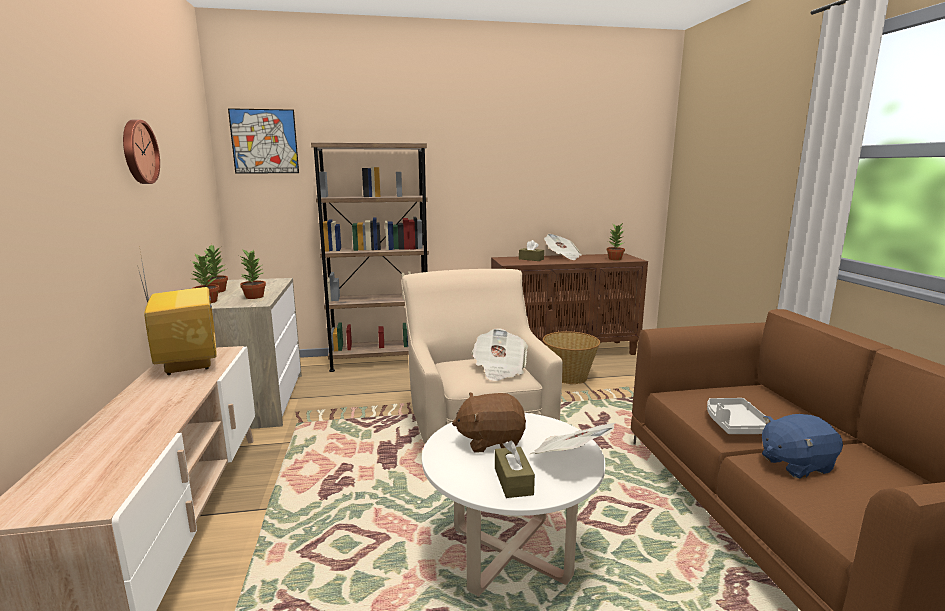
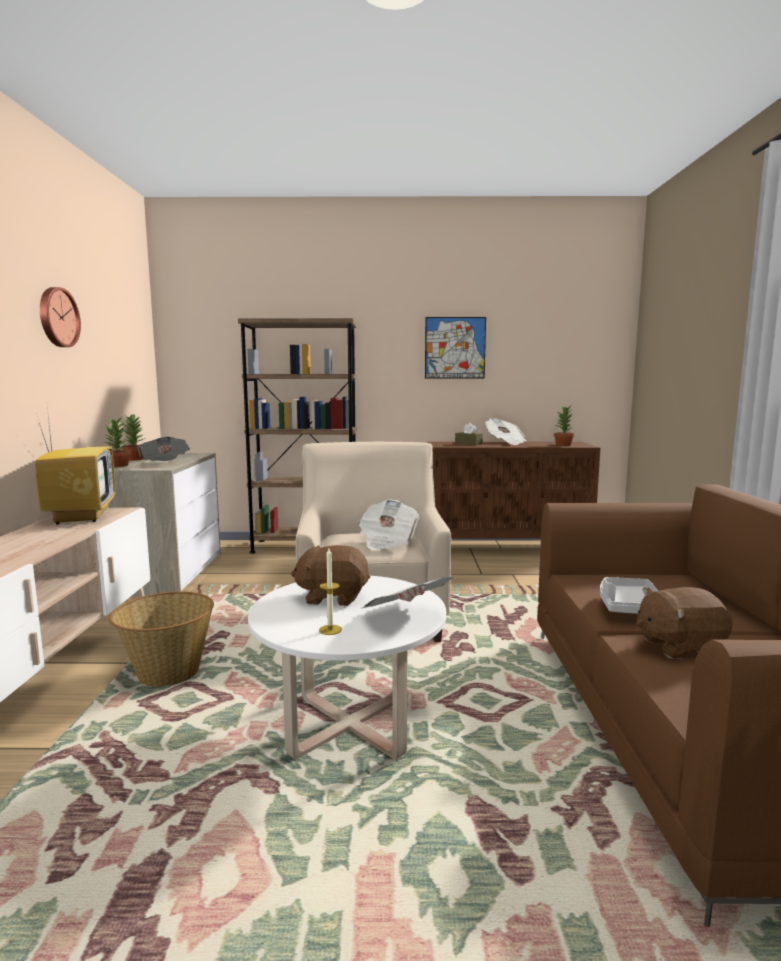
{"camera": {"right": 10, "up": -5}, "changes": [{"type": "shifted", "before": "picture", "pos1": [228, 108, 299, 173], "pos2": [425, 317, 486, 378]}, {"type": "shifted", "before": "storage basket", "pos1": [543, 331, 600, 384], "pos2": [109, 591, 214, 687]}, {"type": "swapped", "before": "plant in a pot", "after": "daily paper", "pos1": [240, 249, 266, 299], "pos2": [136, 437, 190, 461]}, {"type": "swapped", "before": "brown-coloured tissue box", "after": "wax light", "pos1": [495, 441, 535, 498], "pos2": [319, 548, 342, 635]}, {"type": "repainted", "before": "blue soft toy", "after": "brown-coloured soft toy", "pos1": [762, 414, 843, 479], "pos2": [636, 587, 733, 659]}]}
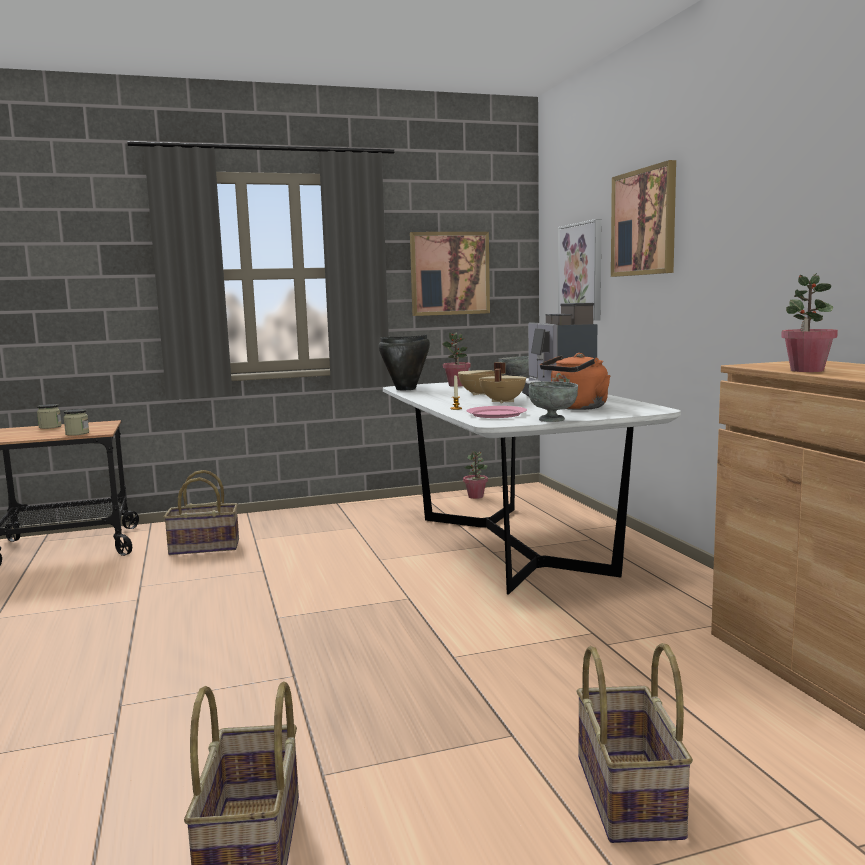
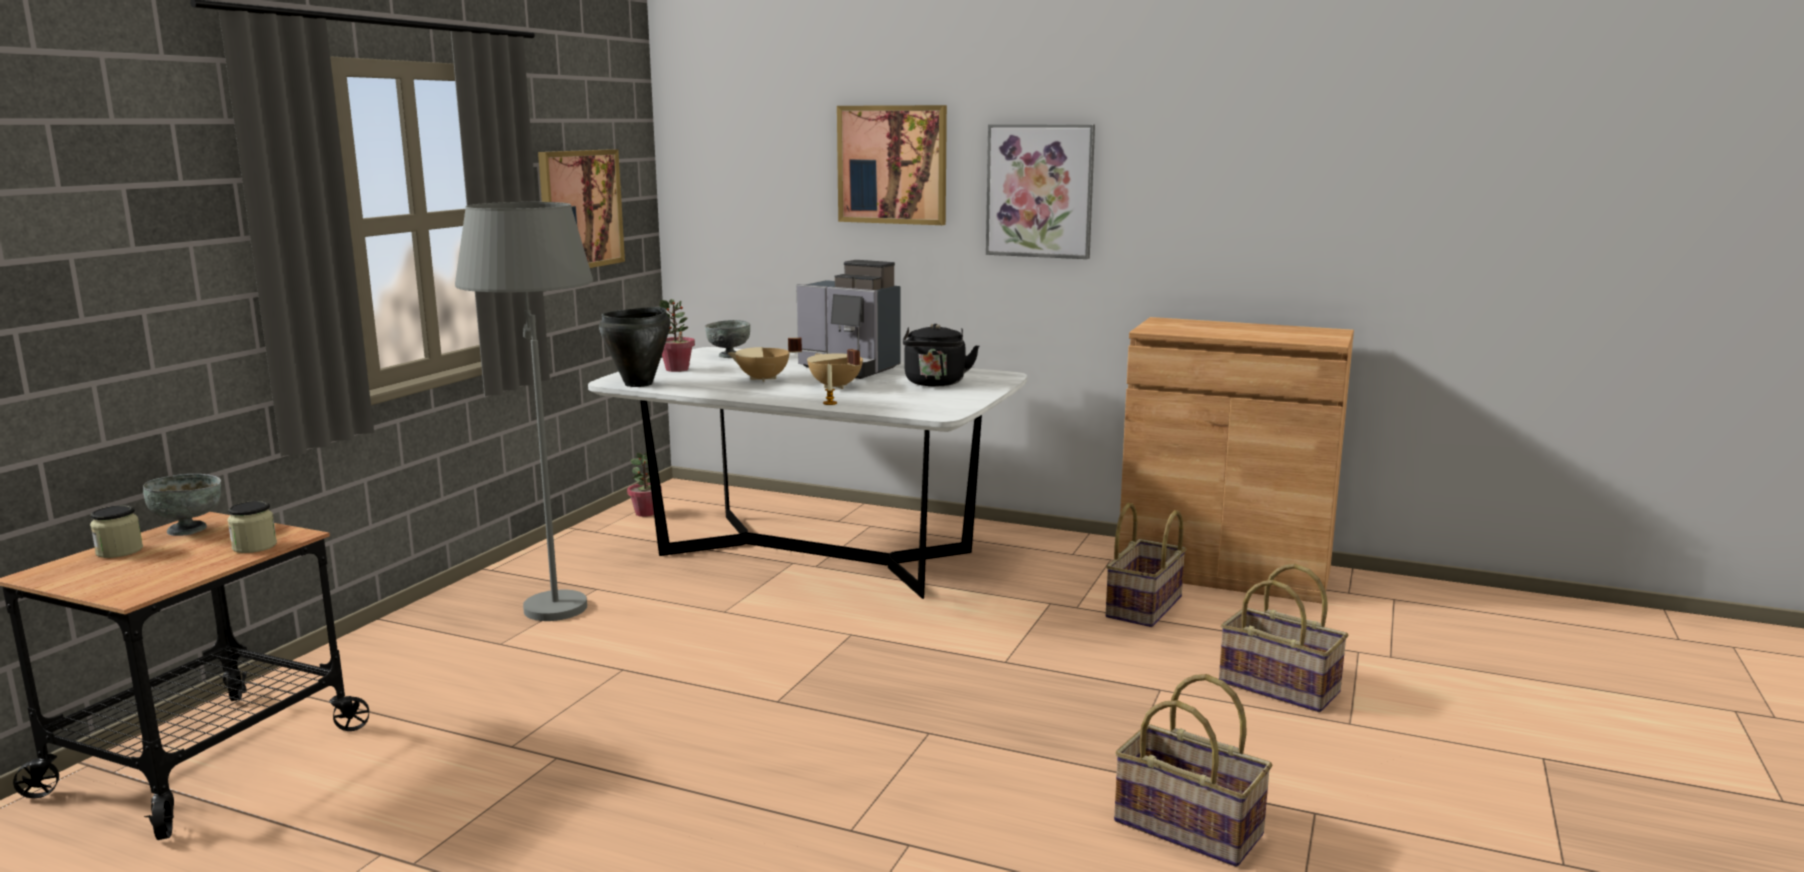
{"camera": {"right": -50, "up": 5}, "changes": [{"type": "gone", "before": "pink plate", "pos1": [467, 406, 527, 418]}, {"type": "gone", "before": "plant in a pot", "pos1": [781, 273, 838, 372]}, {"type": "new", "after": "greyish standard lamp", "pos2": [455, 202, 593, 621]}, {"type": "shifted", "before": "storage basket", "pos1": [164, 470, 239, 555], "pos2": [1106, 503, 1186, 627]}, {"type": "shifted", "before": "greyish bowl", "pos1": [529, 381, 578, 422], "pos2": [143, 474, 221, 536]}, {"type": "shifted", "before": "picture", "pos1": [558, 219, 601, 321], "pos2": [986, 124, 1095, 259]}, {"type": "repainted", "before": "orange water kettle", "after": "black-coloured water kettle", "pos1": [540, 353, 611, 410], "pos2": [903, 324, 979, 386]}]}
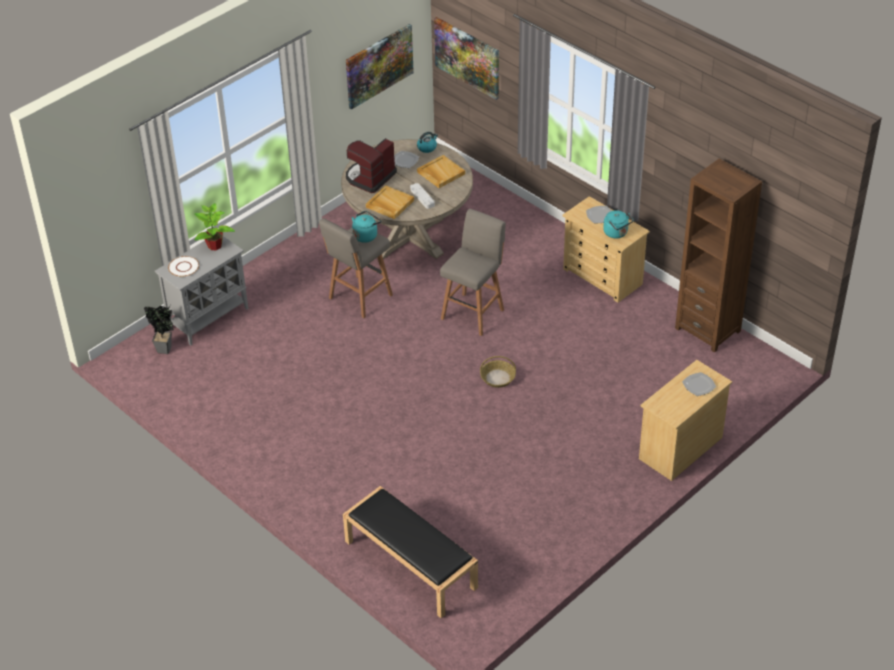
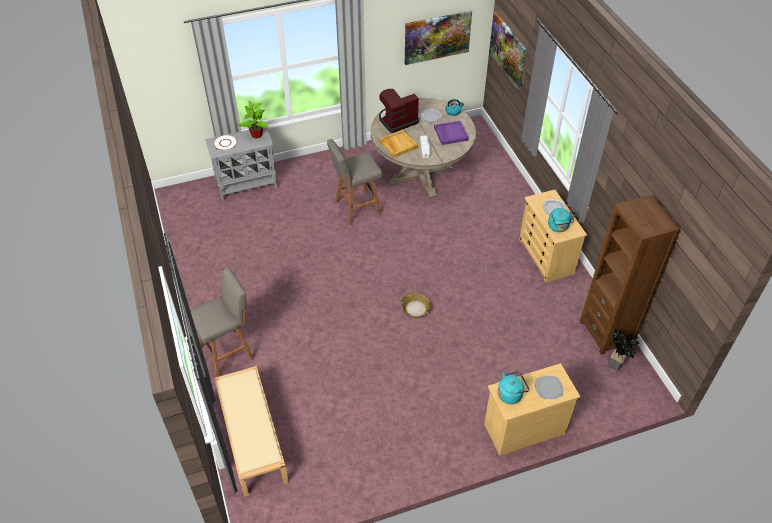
{"camera": {"right": 25, "up": 5}, "changes": [{"type": "shifted", "before": "plant in a pot", "pos1": [144, 306, 174, 354], "pos2": [608, 329, 639, 371]}, {"type": "shifted", "before": "turquoise water kettle", "pos1": [352, 211, 382, 243], "pos2": [498, 371, 530, 404]}, {"type": "shifted", "before": "greyish stool seat", "pos1": [440, 209, 506, 336], "pos2": [190, 268, 254, 377]}, {"type": "repainted", "before": "black-coloured indoor bench", "after": "sand-coloured indoor bench", "pos1": [343, 486, 478, 618], "pos2": [214, 366, 289, 497]}, {"type": "repainted", "before": "sand-coloured serving tray", "after": "purplish serving tray", "pos1": [417, 155, 465, 188], "pos2": [434, 121, 469, 145]}]}
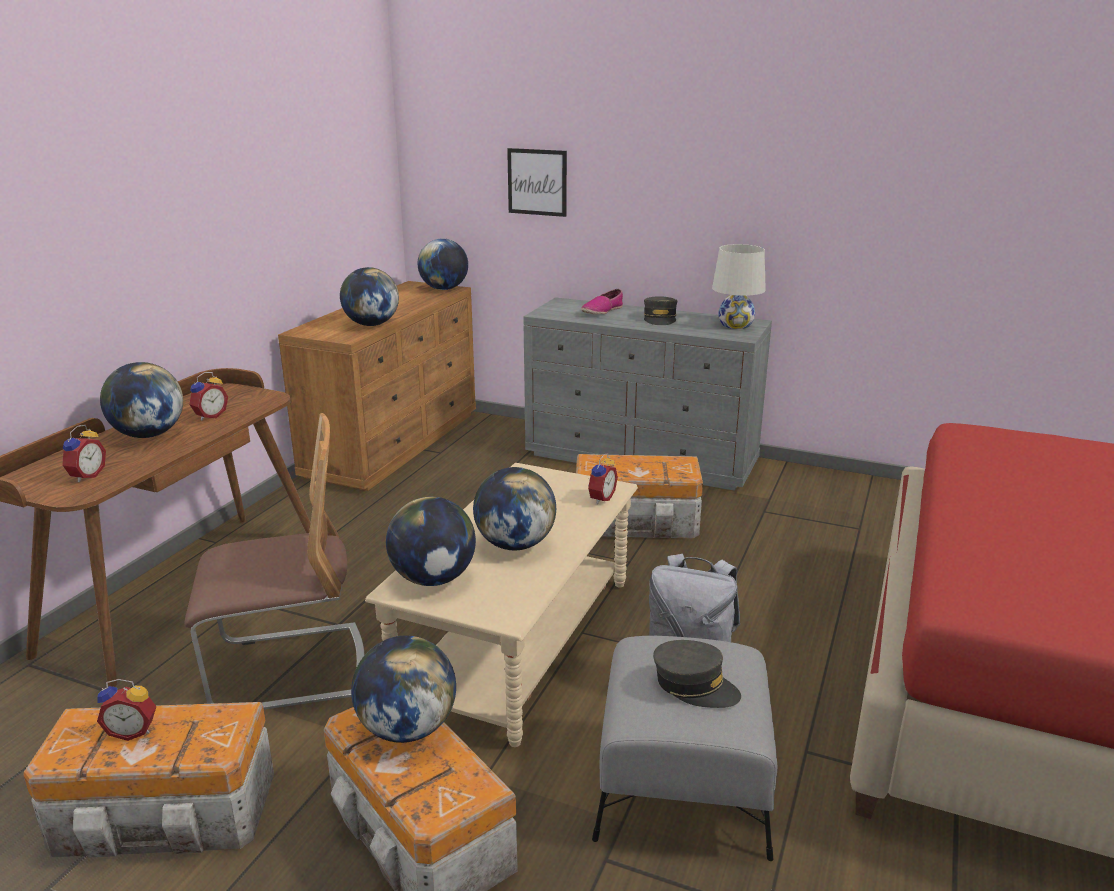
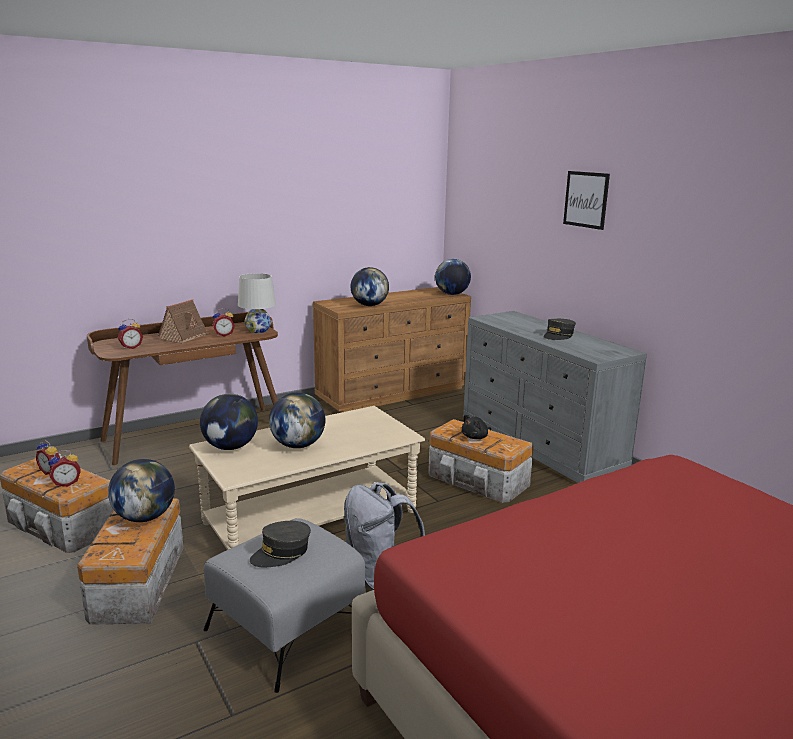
{"camera": {"right": 35, "up": -5}, "changes": [{"type": "gone", "before": "upright chair", "pos1": [185, 413, 365, 710]}, {"type": "gone", "before": "low shoe", "pos1": [581, 289, 623, 314]}, {"type": "new", "after": "black-coloured soft toy", "pos2": [461, 414, 491, 439]}, {"type": "shifted", "before": "picture", "pos1": [507, 148, 567, 217], "pos2": [563, 171, 610, 230]}, {"type": "shifted", "before": "table clock", "pos1": [588, 453, 618, 504], "pos2": [49, 450, 81, 487]}, {"type": "shifted", "before": "white lamp for a table", "pos1": [712, 244, 766, 329], "pos2": [238, 273, 276, 333]}, {"type": "swapped", "before": "desk globe", "after": "miniature house", "pos1": [100, 362, 183, 438], "pos2": [158, 299, 210, 343]}, {"type": "rotated", "before": "greyish baseball cap", "pos1": [653, 640, 741, 708], "pos2": [250, 521, 311, 567], "turn": 75}]}
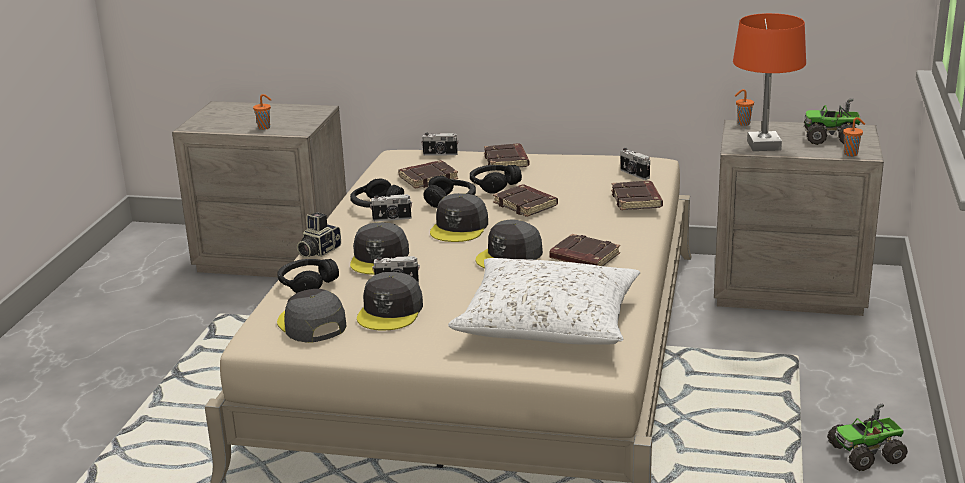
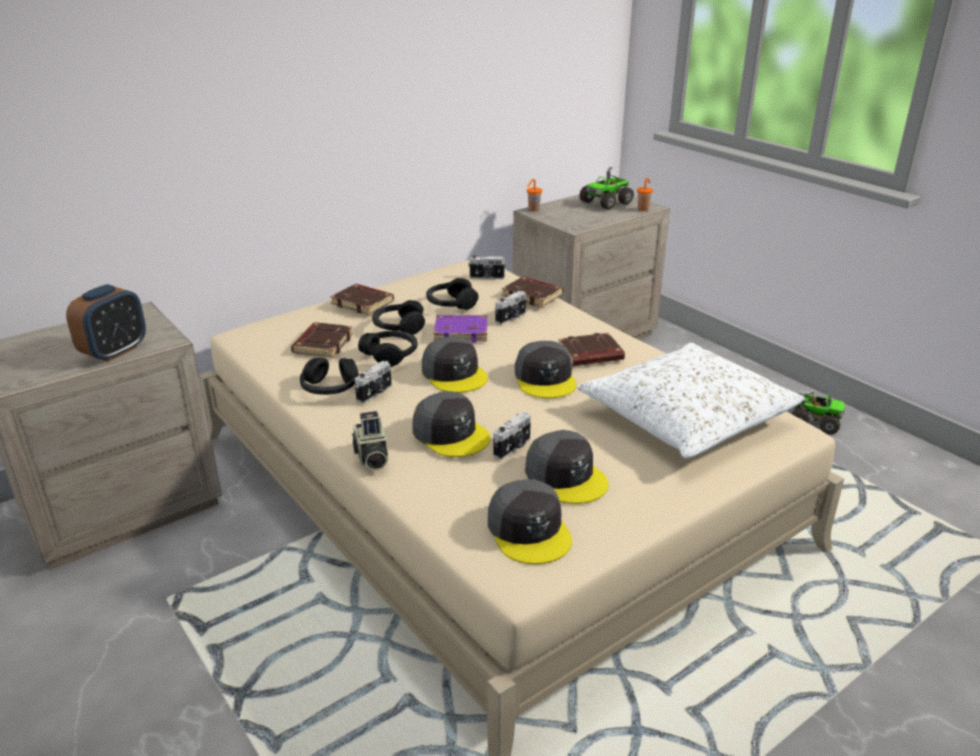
{"camera": {"right": -50, "up": 5}, "changes": [{"type": "gone", "before": "orange lamp for a table", "pos1": [733, 13, 806, 151]}, {"type": "shifted", "before": "black-coloured headphones", "pos1": [278, 259, 339, 293], "pos2": [426, 278, 479, 310]}, {"type": "shifted", "before": "still camera", "pos1": [421, 133, 458, 156], "pos2": [495, 291, 526, 325]}, {"type": "swapped", "before": "orange drinking cup", "after": "table clock", "pos1": [253, 94, 272, 130], "pos2": [66, 284, 146, 362]}, {"type": "repainted", "before": "brown-coloured book", "after": "purplish book", "pos1": [493, 184, 558, 217], "pos2": [434, 315, 488, 342]}, {"type": "rotated", "before": "greyish baseball cap", "pos1": [277, 289, 347, 343], "pos2": [488, 479, 572, 564], "turn": -120}, {"type": "rotated", "before": "toy lorry", "pos1": [827, 403, 908, 471], "pos2": [791, 391, 845, 435], "turn": -90}]}
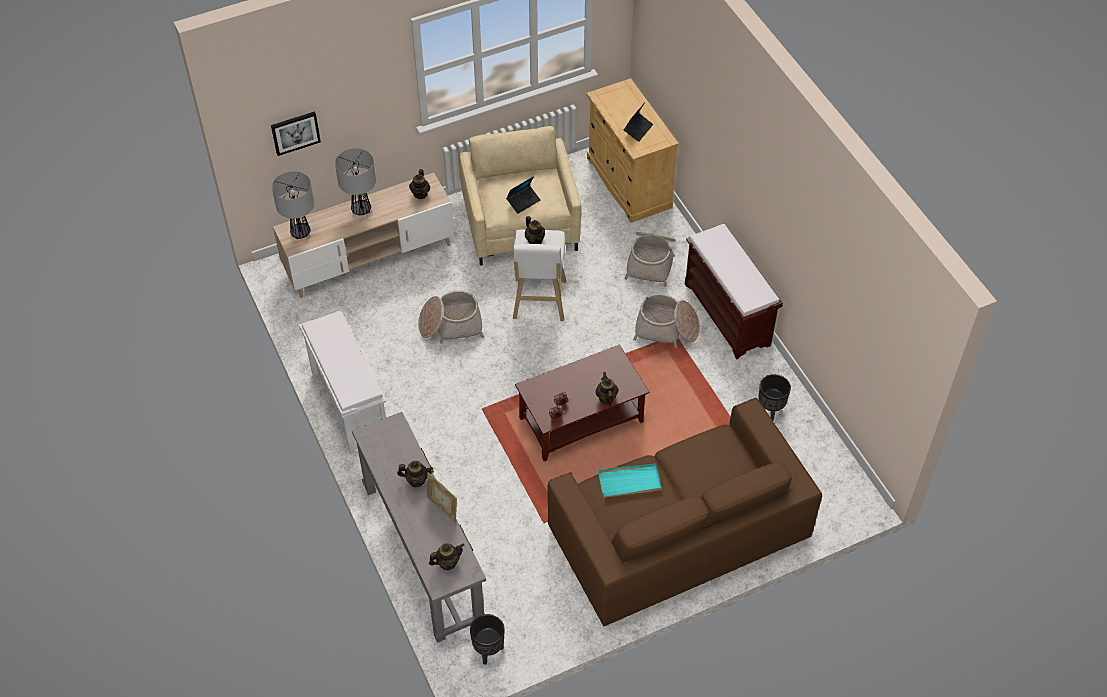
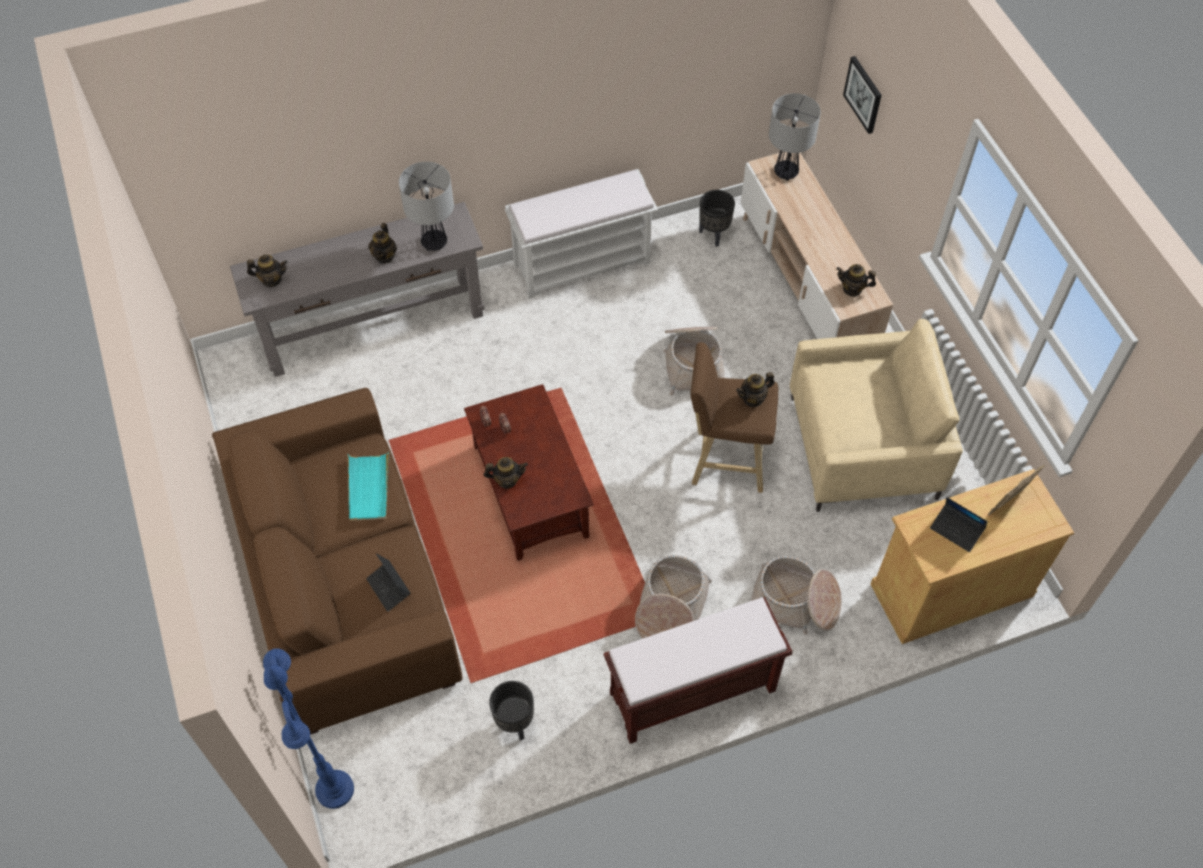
{"camera": {"right": 95, "up": 5}, "changes": [{"type": "new", "after": "blue standard lamp", "pos2": [263, 648, 354, 809]}, {"type": "shifted", "before": "lamp for a table", "pos1": [335, 148, 376, 215], "pos2": [399, 162, 454, 251]}, {"type": "shifted", "before": "picture frame", "pos1": [427, 472, 457, 523], "pos2": [988, 465, 1045, 516]}, {"type": "shifted", "before": "black-coloured plant pot", "pos1": [470, 614, 505, 665], "pos2": [699, 190, 735, 247]}, {"type": "shifted", "before": "laptop", "pos1": [506, 177, 541, 214], "pos2": [366, 553, 411, 612]}, {"type": "repainted", "before": "white stool seat", "after": "brown-coloured stool seat", "pos1": [513, 229, 566, 321], "pos2": [690, 342, 778, 493]}, {"type": "rotated", "before": "pot for tea", "pos1": [429, 543, 464, 570], "pos2": [247, 254, 288, 287], "turn": -75}]}
